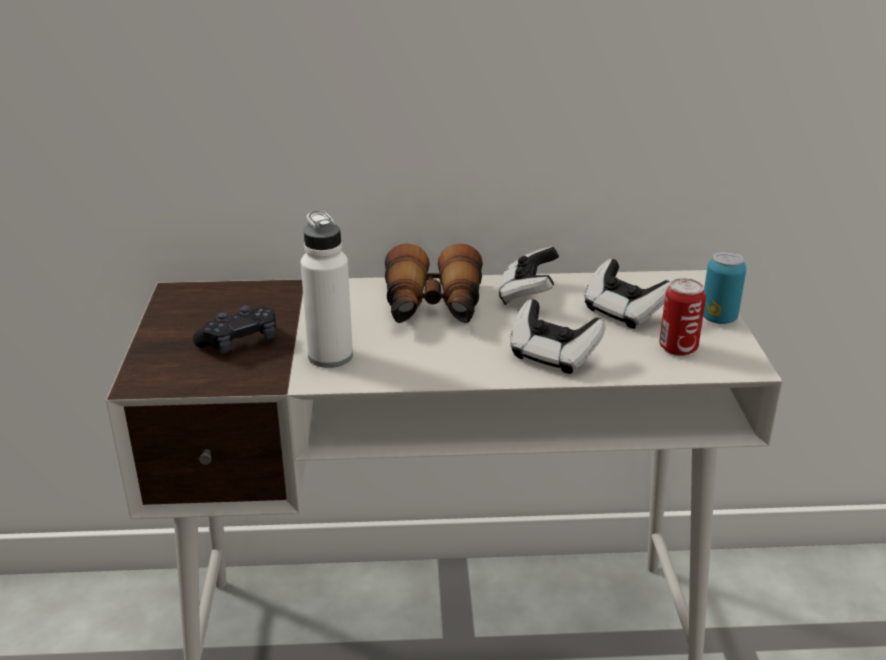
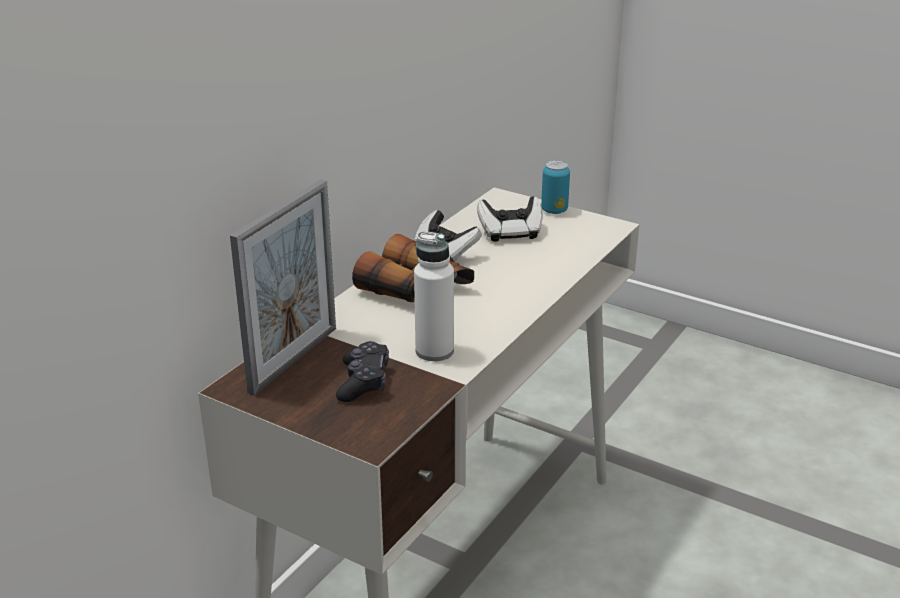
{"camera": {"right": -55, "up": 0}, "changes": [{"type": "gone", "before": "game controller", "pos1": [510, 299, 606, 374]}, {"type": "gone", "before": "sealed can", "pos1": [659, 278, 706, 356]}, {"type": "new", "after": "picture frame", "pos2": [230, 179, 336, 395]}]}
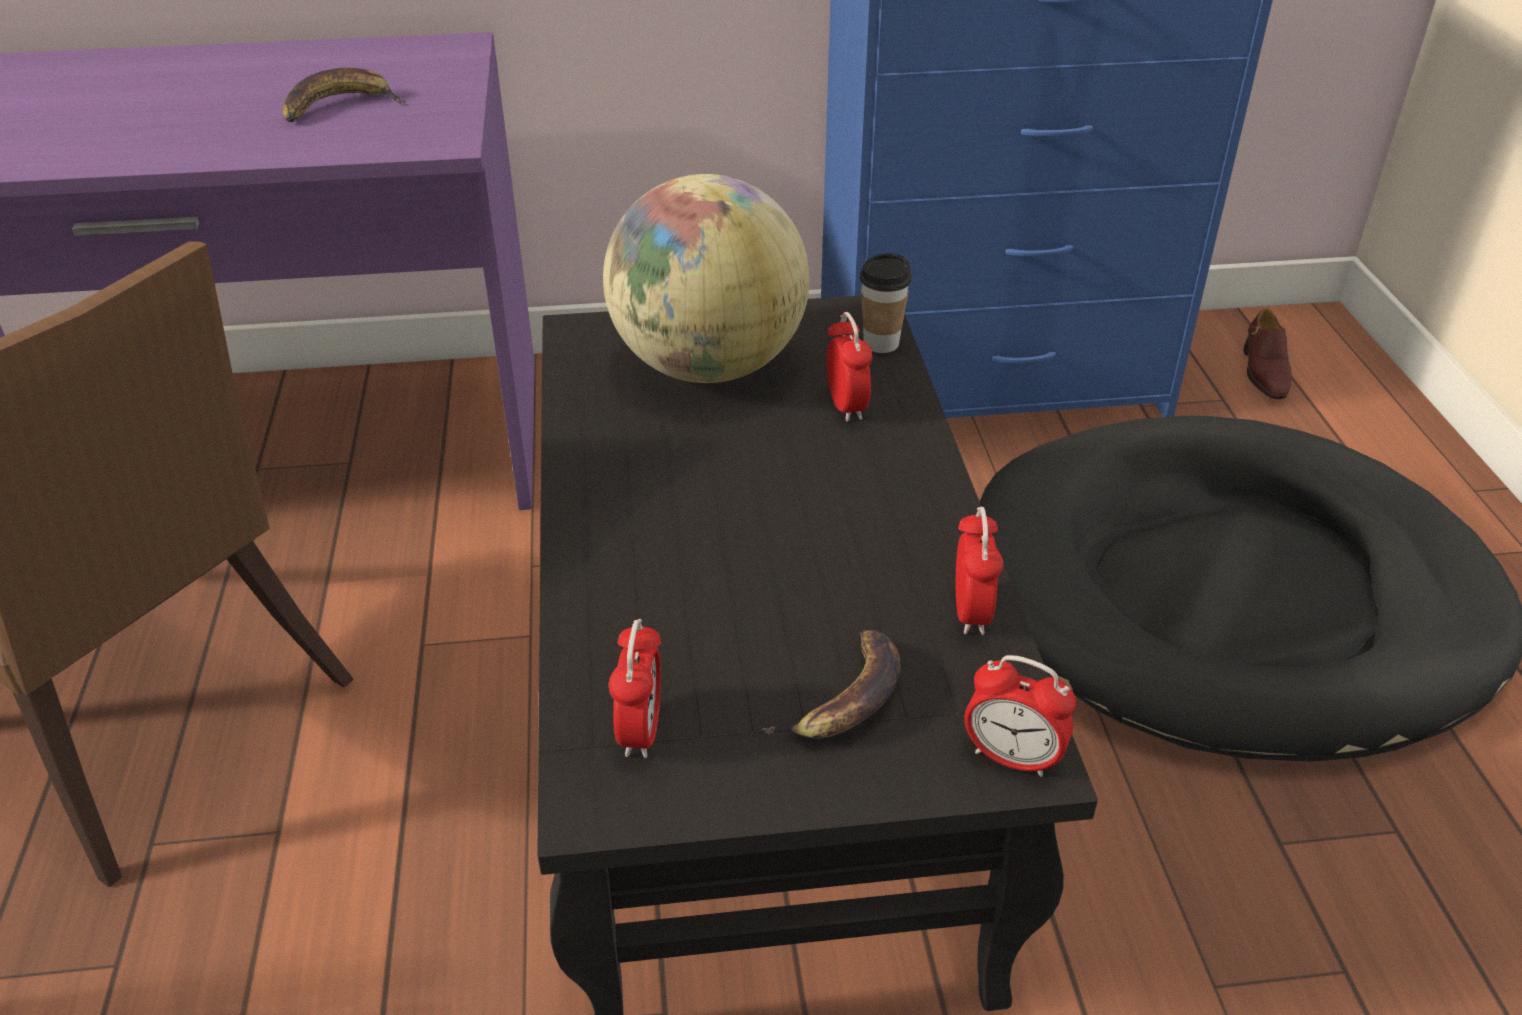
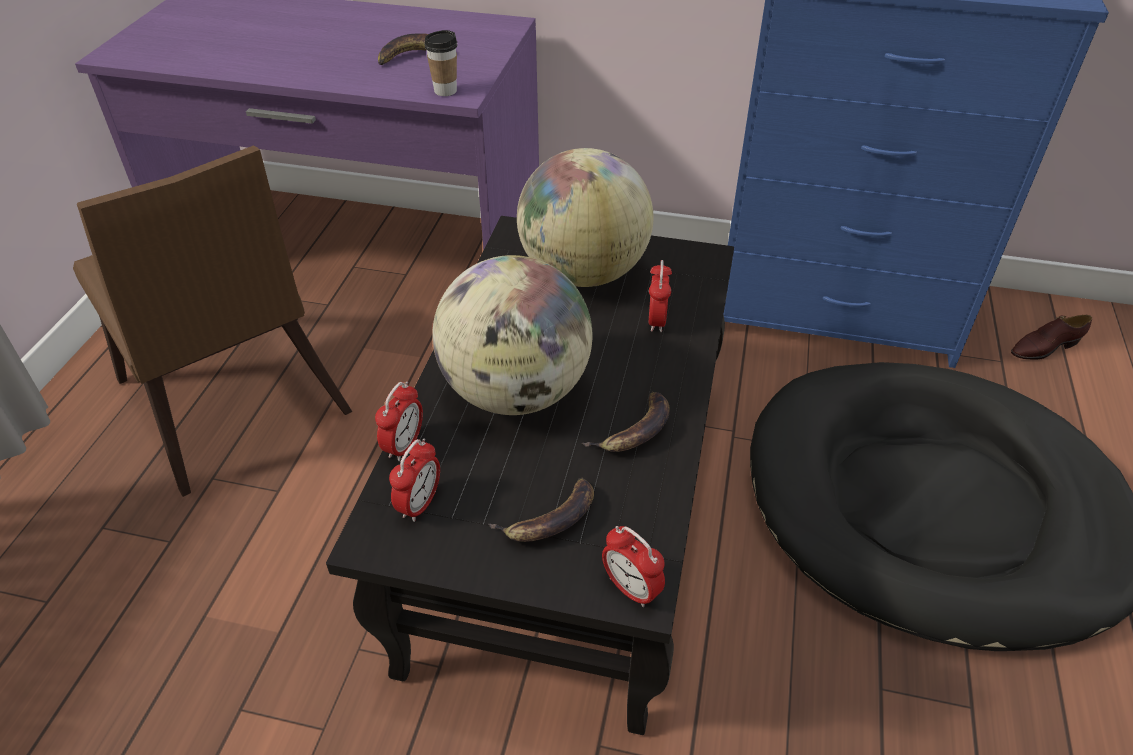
{"camera": {"right": 20, "up": 5}, "changes": [{"type": "new", "after": "desk globe", "pos2": [432, 255, 592, 415]}, {"type": "new", "after": "banana fruit", "pos2": [582, 392, 670, 452]}, {"type": "shifted", "before": "drinking cup", "pos1": [860, 253, 911, 353], "pos2": [424, 30, 457, 96]}, {"type": "shifted", "before": "table clock", "pos1": [956, 507, 1003, 635], "pos2": [375, 382, 423, 461]}, {"type": "rotated", "before": "brown-coloured low shoe", "pos1": [1243, 308, 1292, 399], "pos2": [1011, 315, 1092, 360], "turn": 45}]}
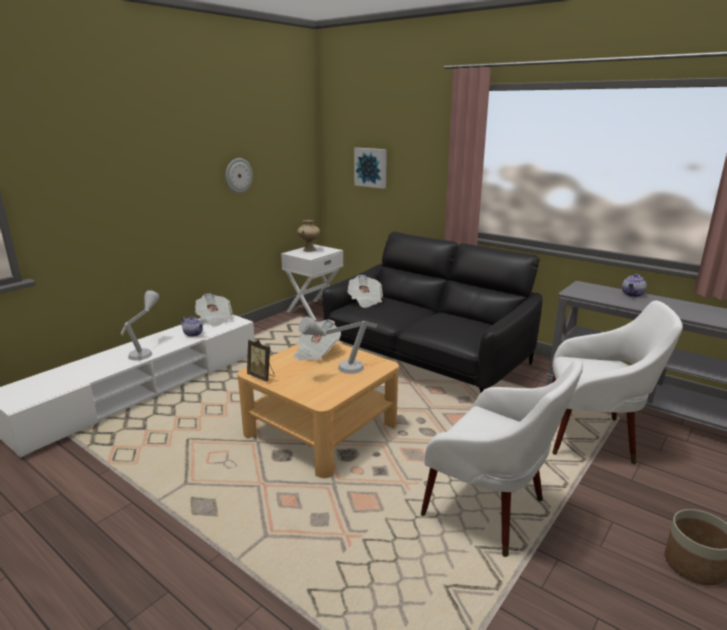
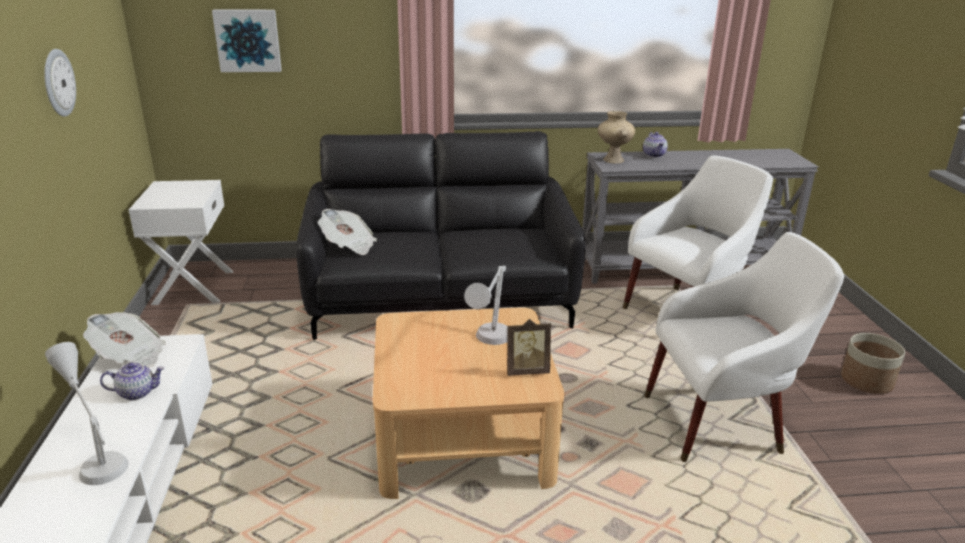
{"camera": {"right": -45, "up": 5}, "changes": [{"type": "gone", "before": "daily paper", "pos1": [293, 319, 341, 361]}, {"type": "shifted", "before": "picture frame", "pos1": [247, 340, 275, 382], "pos2": [507, 319, 551, 376]}, {"type": "shifted", "before": "sand-coloured decorative vase", "pos1": [297, 220, 320, 252], "pos2": [598, 111, 635, 164]}]}
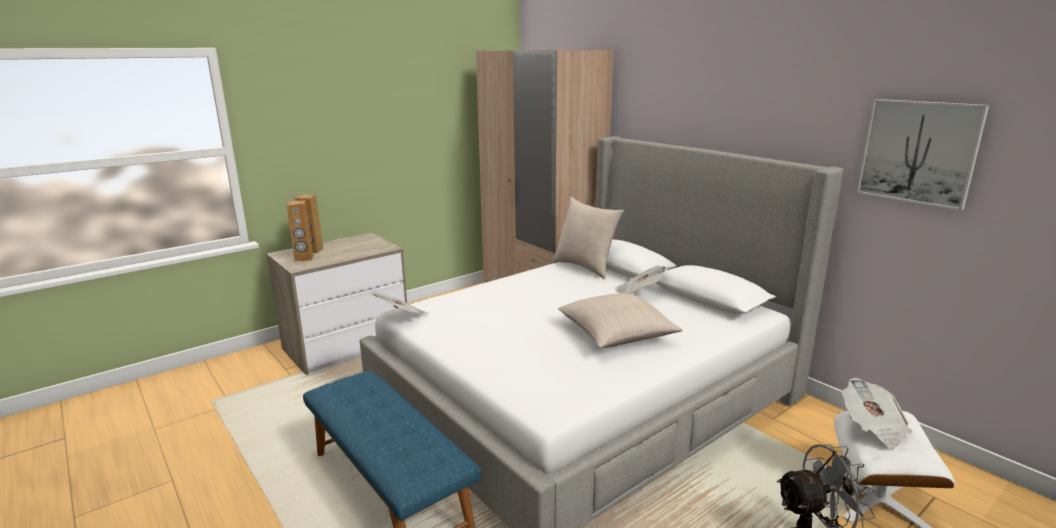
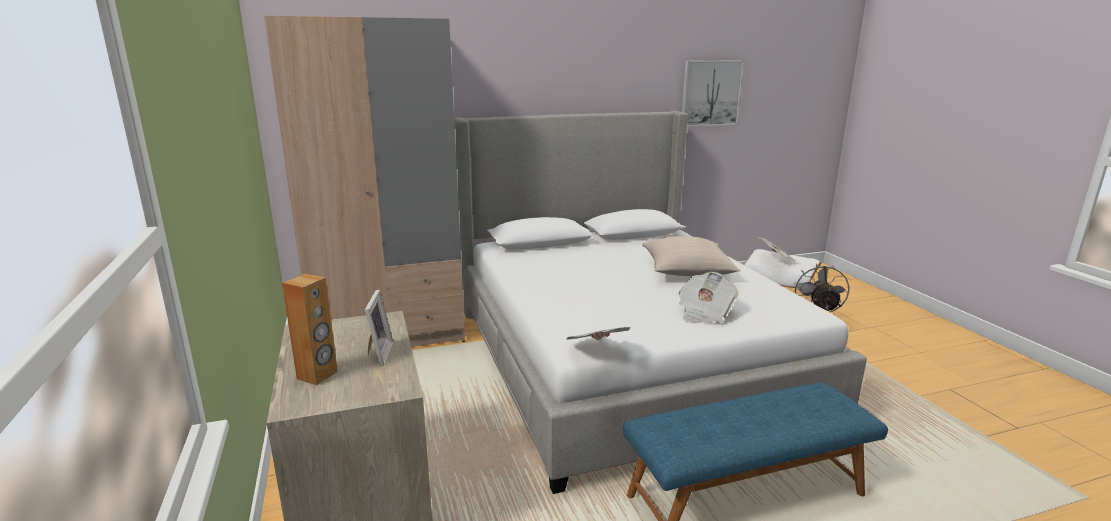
{"camera": {"right": -70, "up": 0}, "changes": [{"type": "gone", "before": "brown-coloured audio speaker", "pos1": [286, 200, 313, 262]}, {"type": "gone", "before": "sand-coloured pillow", "pos1": [553, 197, 624, 279]}, {"type": "new", "after": "picture frame", "pos2": [365, 290, 393, 366]}, {"type": "shifted", "before": "daily paper", "pos1": [615, 265, 668, 294], "pos2": [679, 272, 738, 323]}]}
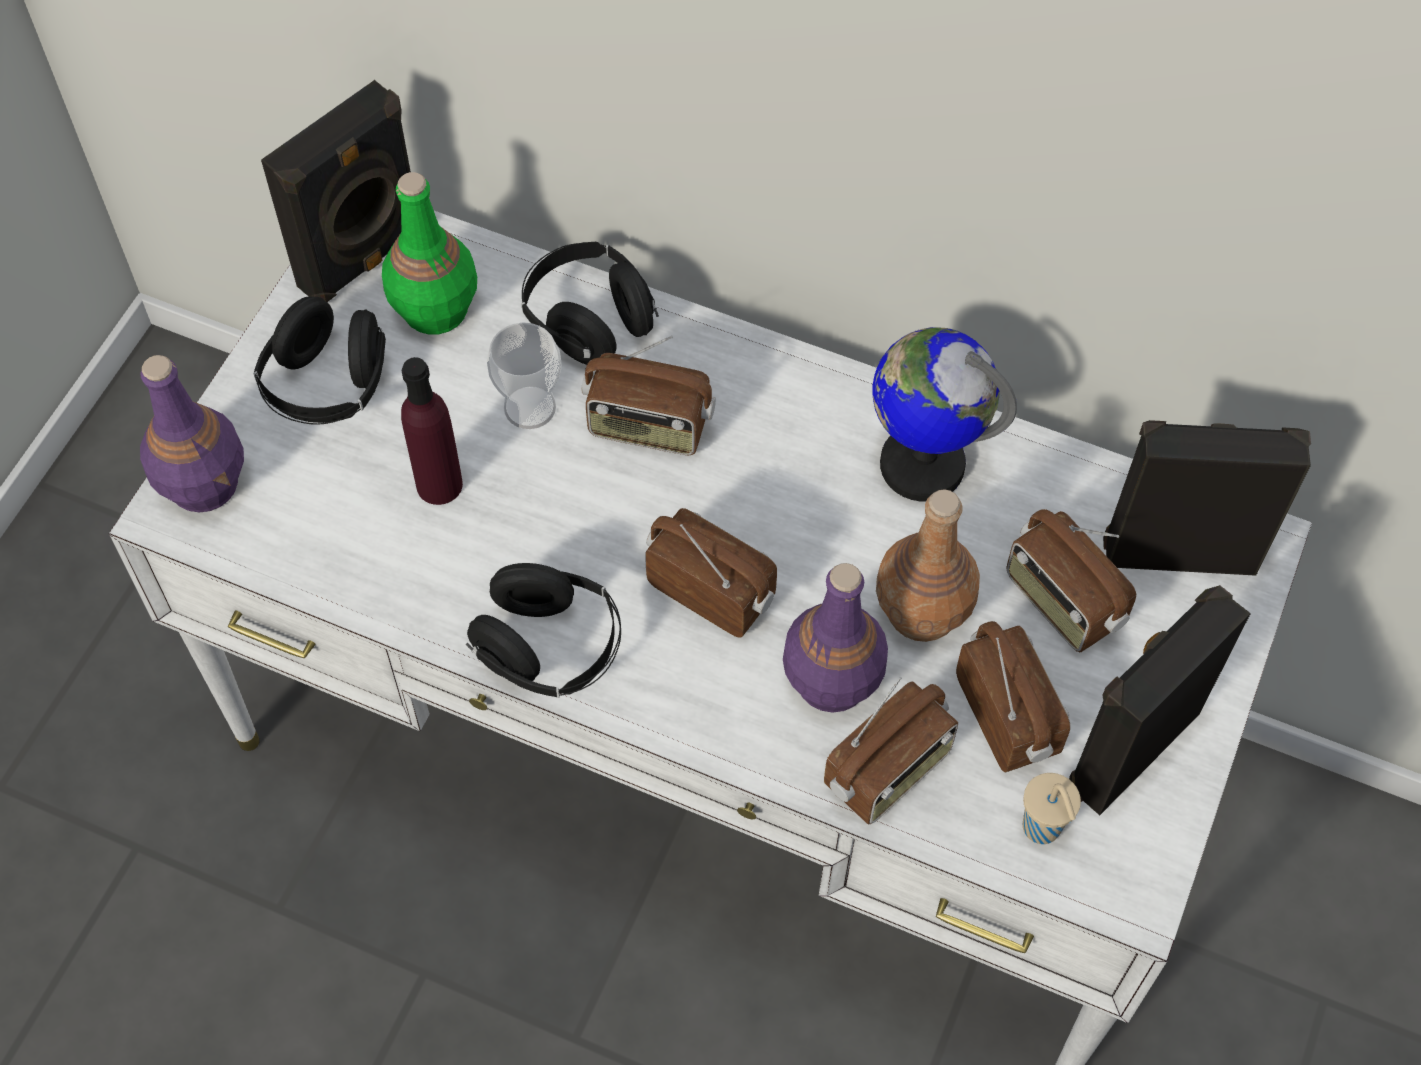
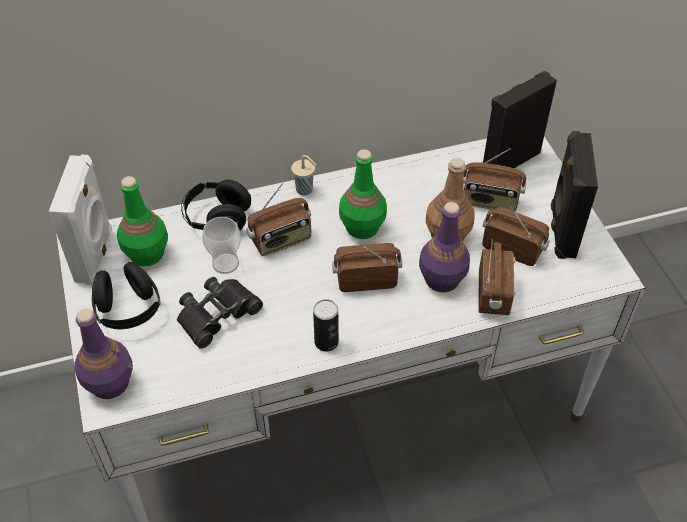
{"camera": {"right": -40, "up": -10}, "changes": [{"type": "gone", "before": "desk globe", "pos1": [873, 327, 1017, 501]}, {"type": "new", "after": "greenish beverage bottle", "pos2": [339, 149, 387, 239]}, {"type": "shifted", "before": "sand-coloured drinking cup", "pos1": [1023, 773, 1081, 844], "pos2": [291, 155, 317, 195]}, {"type": "swapped", "before": "purplish beverage bottle", "after": "black-coloured binoculars", "pos1": [401, 357, 463, 505], "pos2": [177, 277, 263, 348]}, {"type": "swapped", "before": "black-coloured headphones", "after": "sealed can", "pos1": [466, 563, 621, 697], "pos2": [313, 299, 339, 352]}, {"type": "repainted", "before": "black-coloured audio speaker", "after": "white audio speaker", "pos1": [261, 80, 411, 302], "pos2": [49, 155, 112, 285]}]}
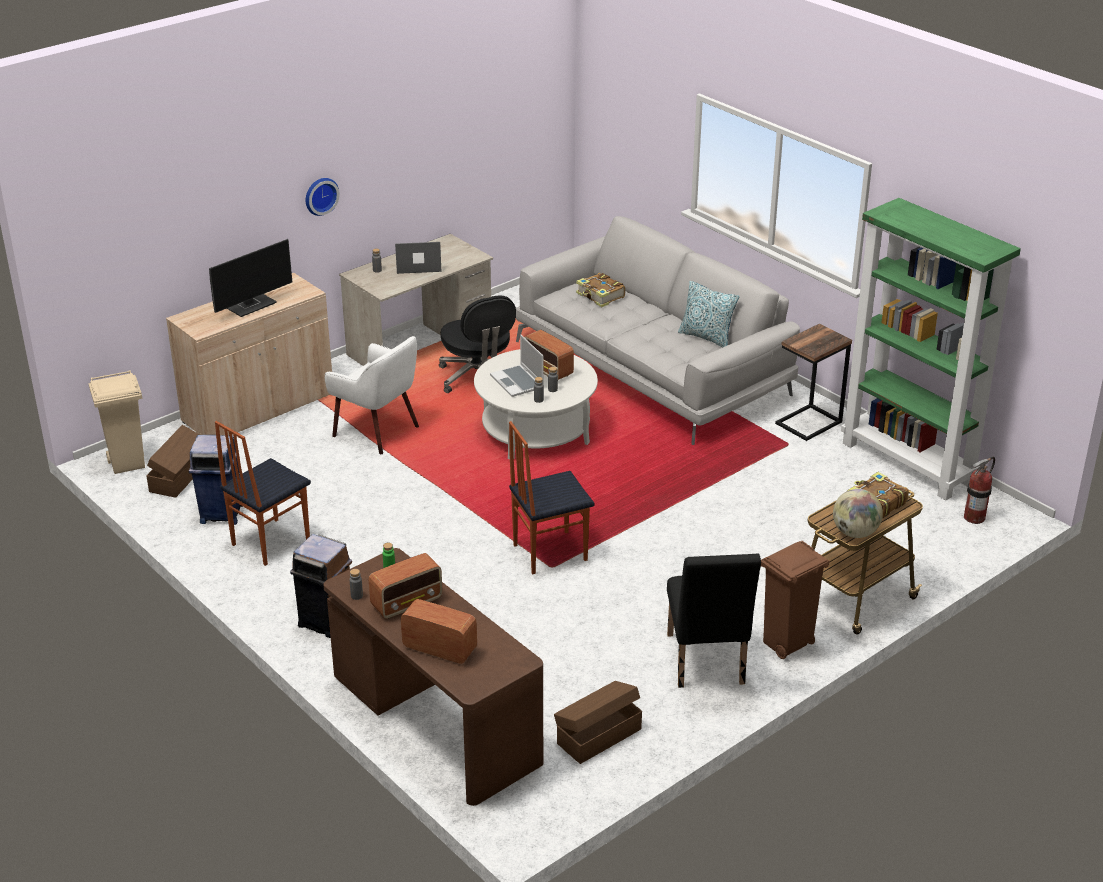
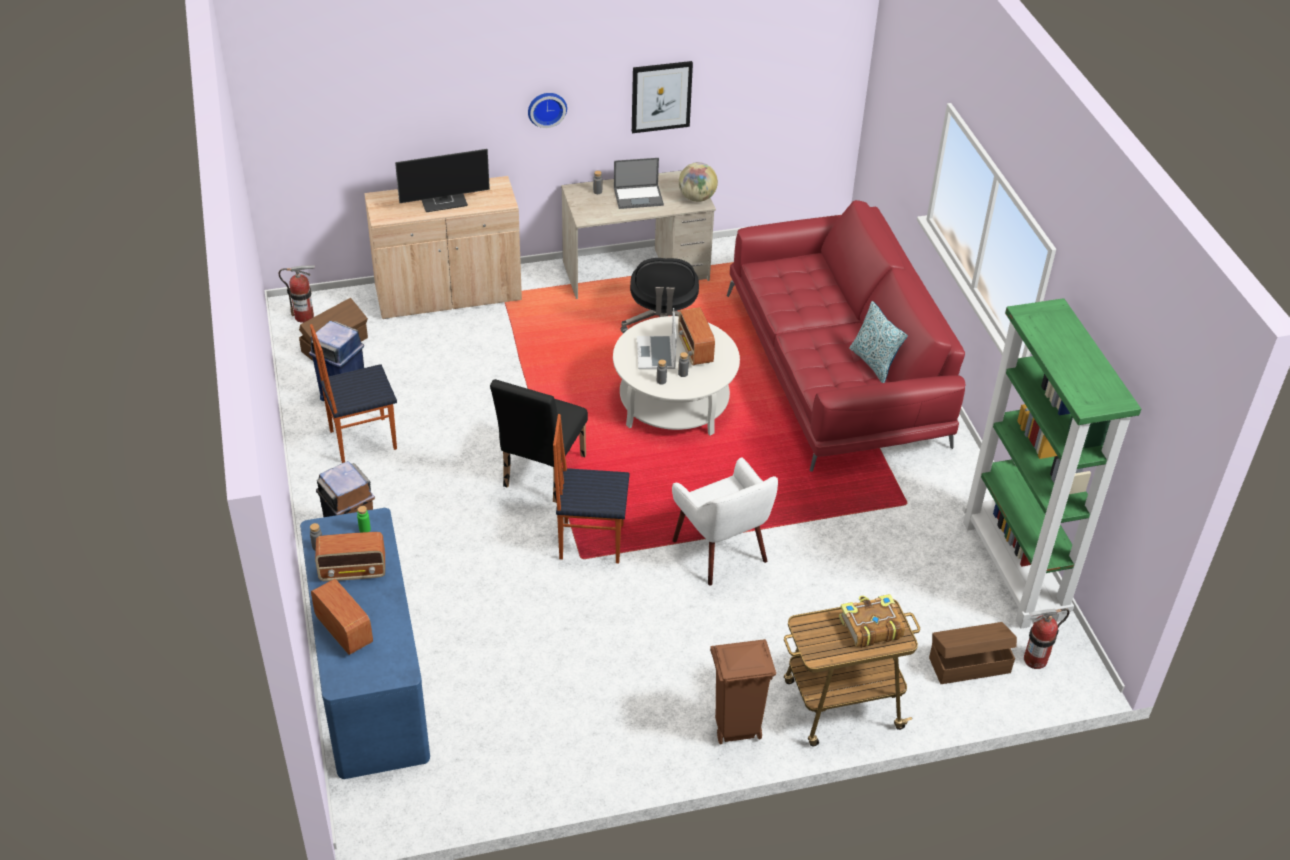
{"camera": {"right": 25, "up": 10}, "changes": [{"type": "gone", "before": "book", "pos1": [576, 273, 625, 307]}, {"type": "gone", "before": "side table", "pos1": [775, 324, 852, 441]}, {"type": "new", "after": "picture", "pos2": [632, 61, 693, 133]}, {"type": "shifted", "before": "white easy chair", "pos1": [325, 336, 419, 454], "pos2": [672, 457, 778, 586]}, {"type": "shifted", "before": "brown-coloured storage box", "pos1": [554, 681, 642, 764], "pos2": [929, 622, 1017, 684]}, {"type": "shifted", "before": "black-coloured upright chair", "pos1": [667, 553, 761, 688], "pos2": [490, 379, 588, 503]}, {"type": "shifted", "before": "desk globe", "pos1": [833, 489, 883, 538], "pos2": [679, 162, 718, 202]}, {"type": "swapped", "before": "sand-coloured rubbish bin", "after": "fire extinguisher", "pos1": [89, 371, 145, 474], "pos2": [278, 266, 315, 323]}, {"type": "repainted", "before": "brown-coloured desk table", "after": "blue desk table", "pos1": [323, 548, 543, 806], "pos2": [300, 508, 430, 779]}, {"type": "repainted", "before": "greyish couch", "after": "reddish couch", "pos1": [516, 216, 800, 445], "pos2": [727, 200, 965, 472]}, {"type": "rotated", "before": "laptop", "pos1": [395, 242, 441, 274], "pos2": [614, 158, 664, 209], "turn": 150}]}
